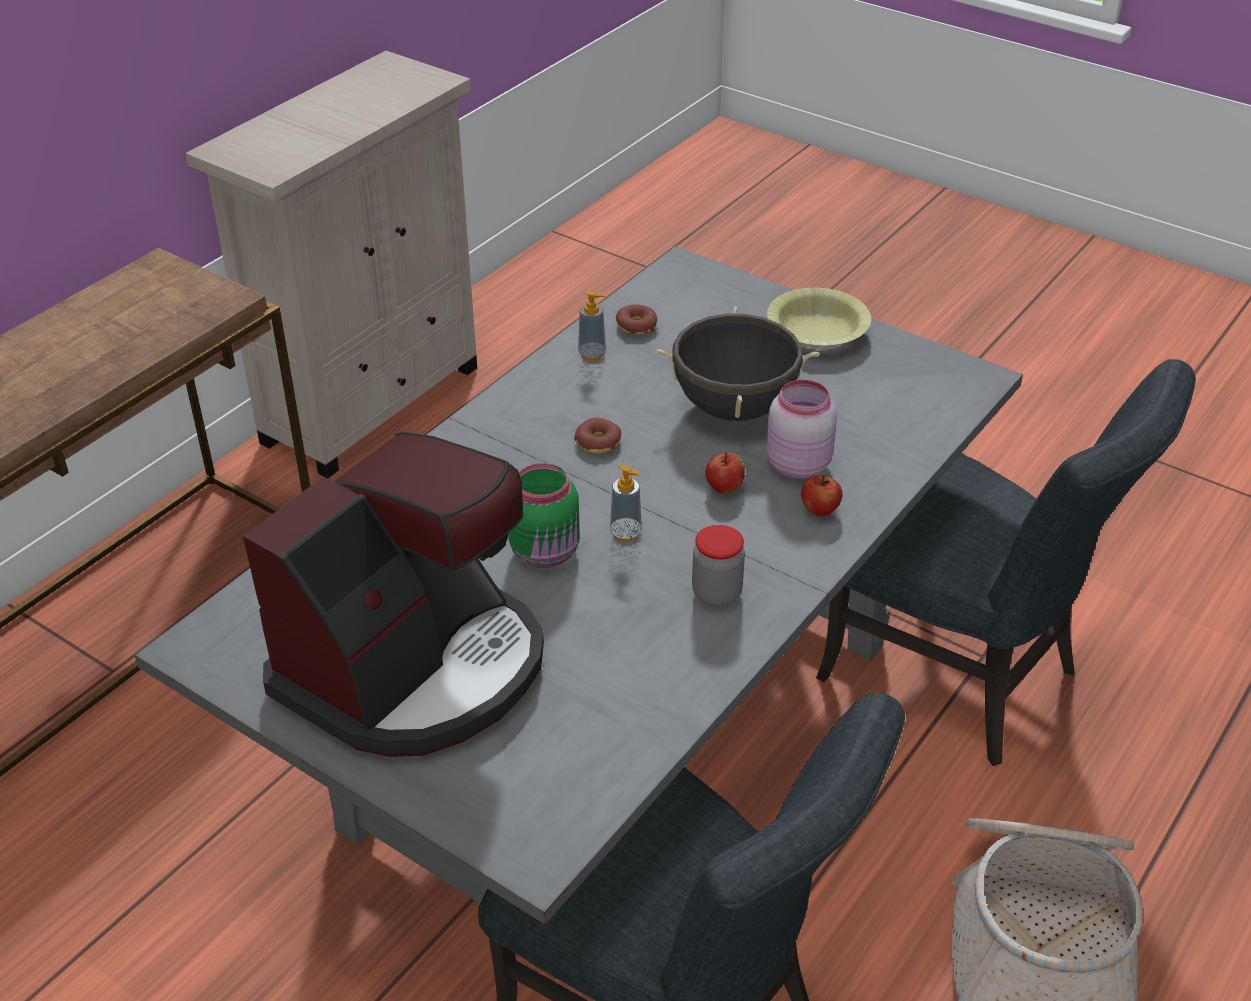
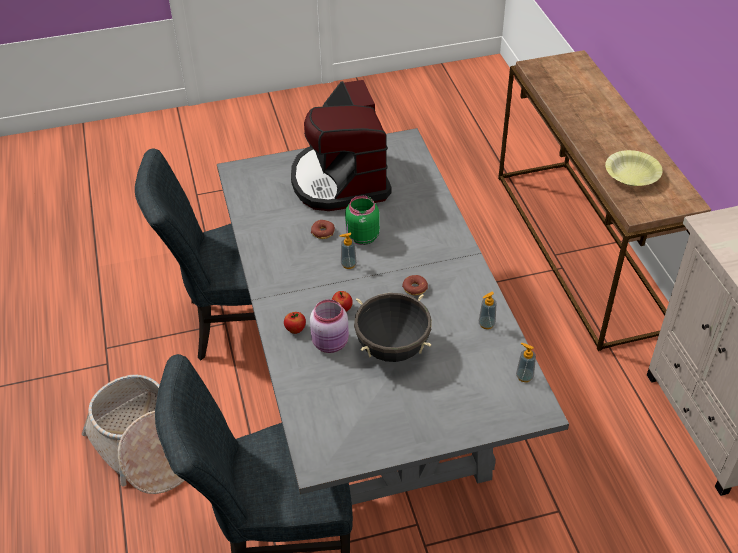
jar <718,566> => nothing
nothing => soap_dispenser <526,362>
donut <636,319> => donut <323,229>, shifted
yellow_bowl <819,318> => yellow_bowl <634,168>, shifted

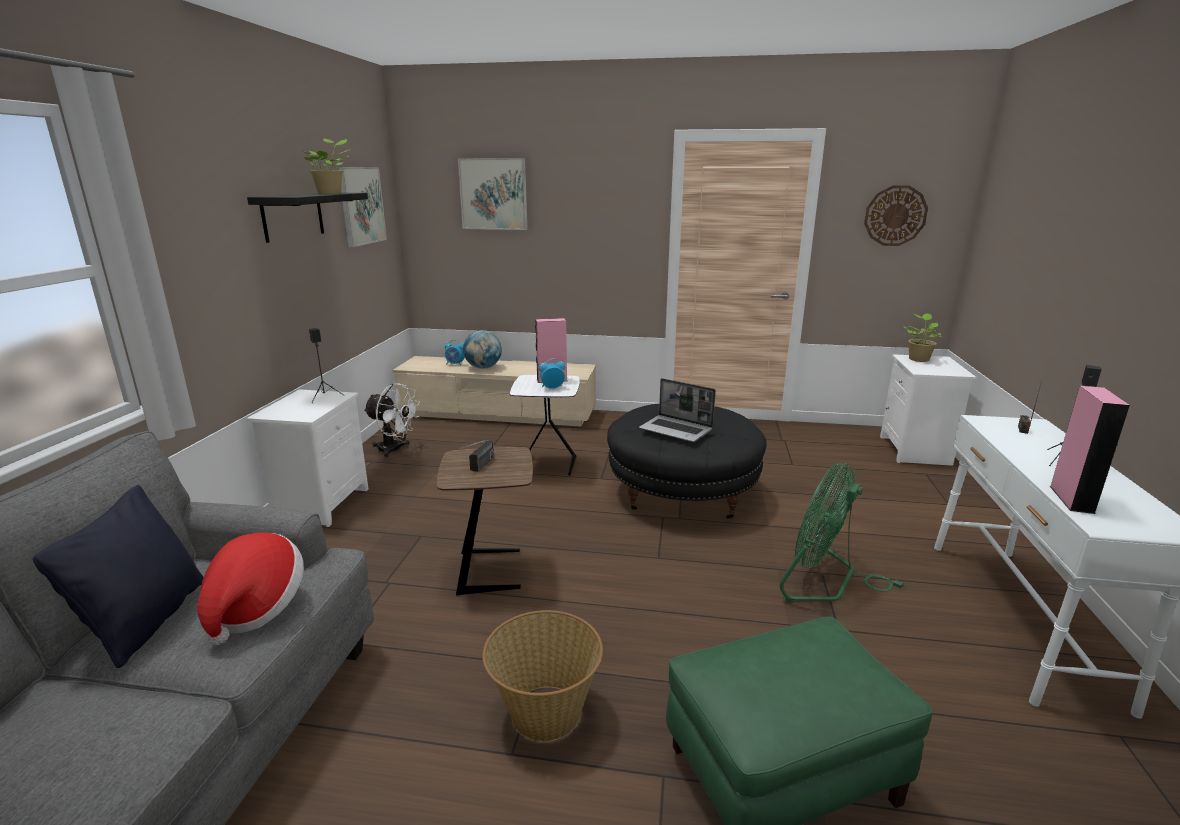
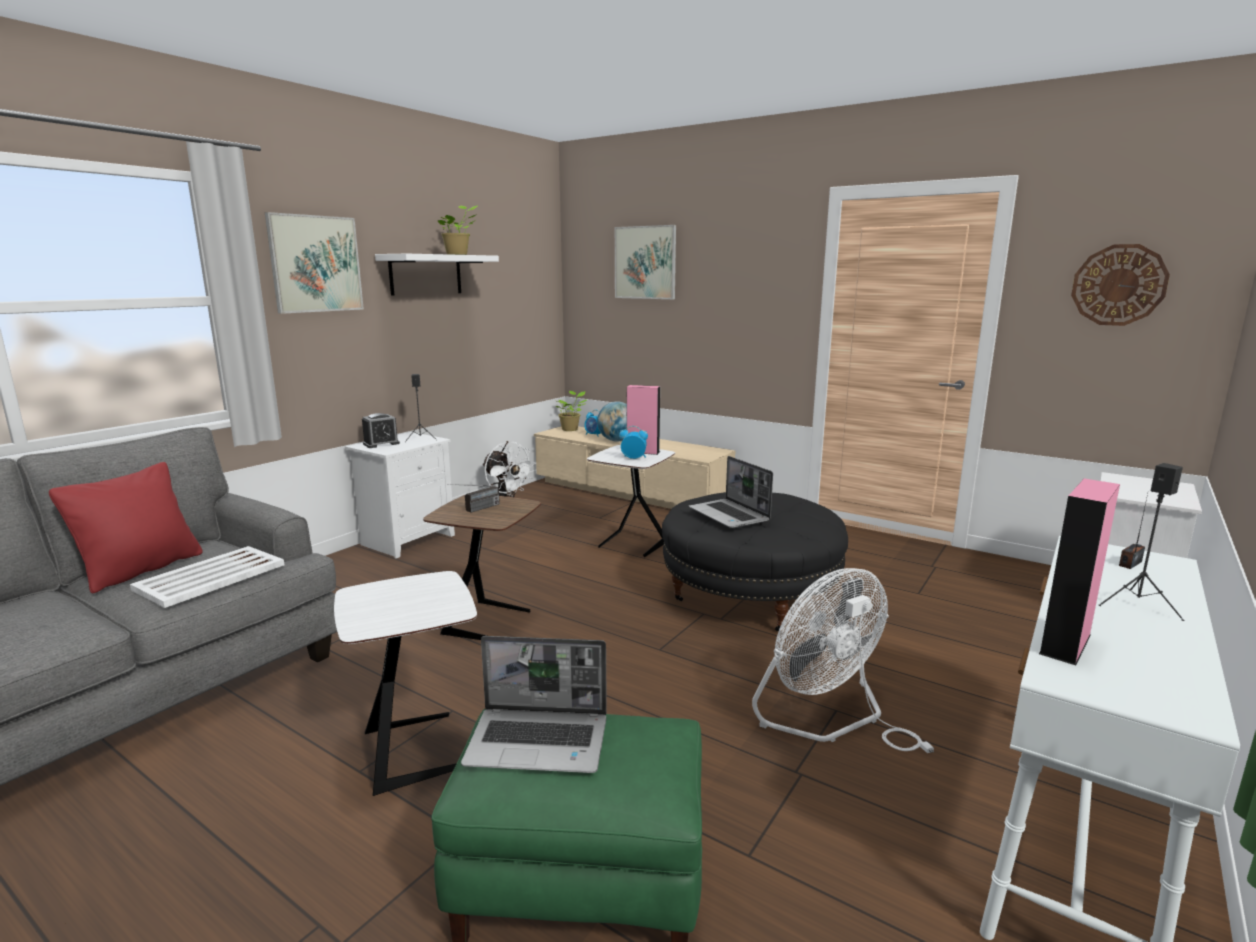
nothing => alarm_clock <381,430>
nothing => laptop <534,704>
picture <362,207> => picture <314,263>, shifted
potted_plant <922,337> => potted_plant <571,411>, shifted
hat <250,589> => white_tray <207,577>
basket <542,676> => white_side_table <405,683>
black_pillow <118,576> => red_pillow <126,527>
black_shelf <307,218> => white_shelf <437,274>
green_fan <842,532> => white_fan <843,660>

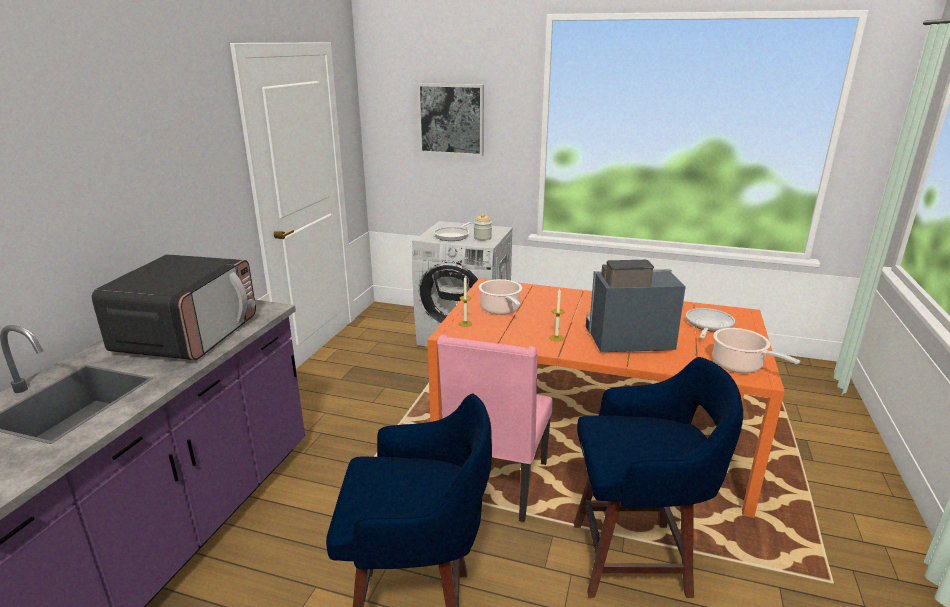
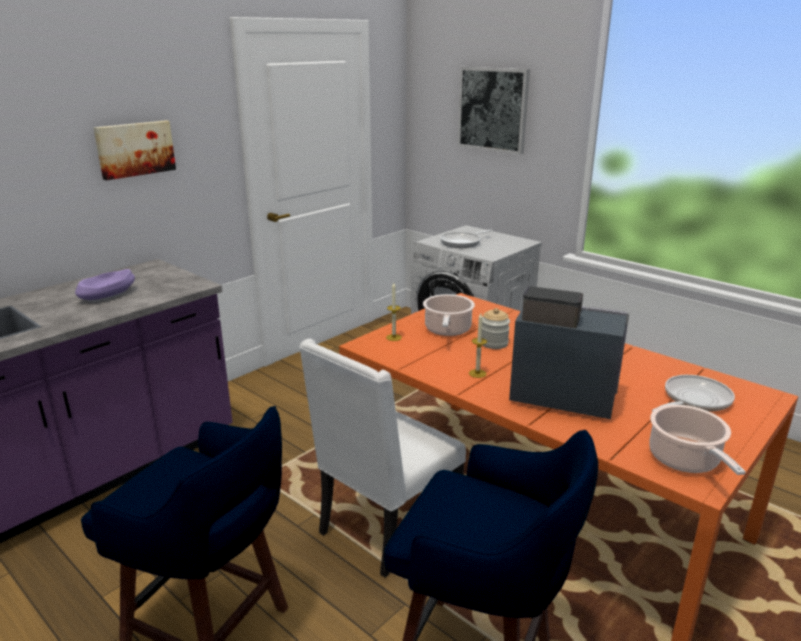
nothing => picture <134,150>
jar <483,227> => jar <496,328>, shifted
microwave <174,307> => purple_bowl <105,285>
pink_chair <495,428> => white_chair <382,458>

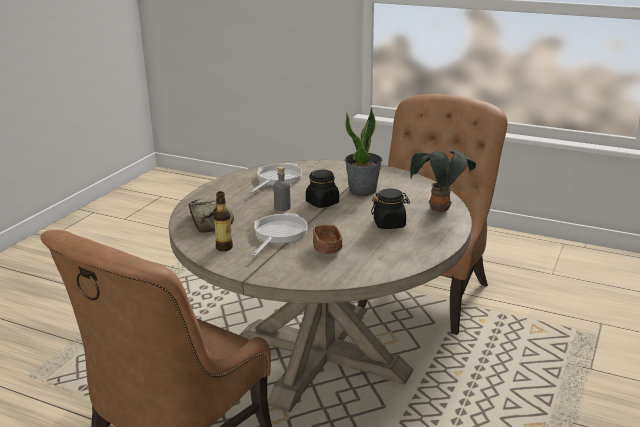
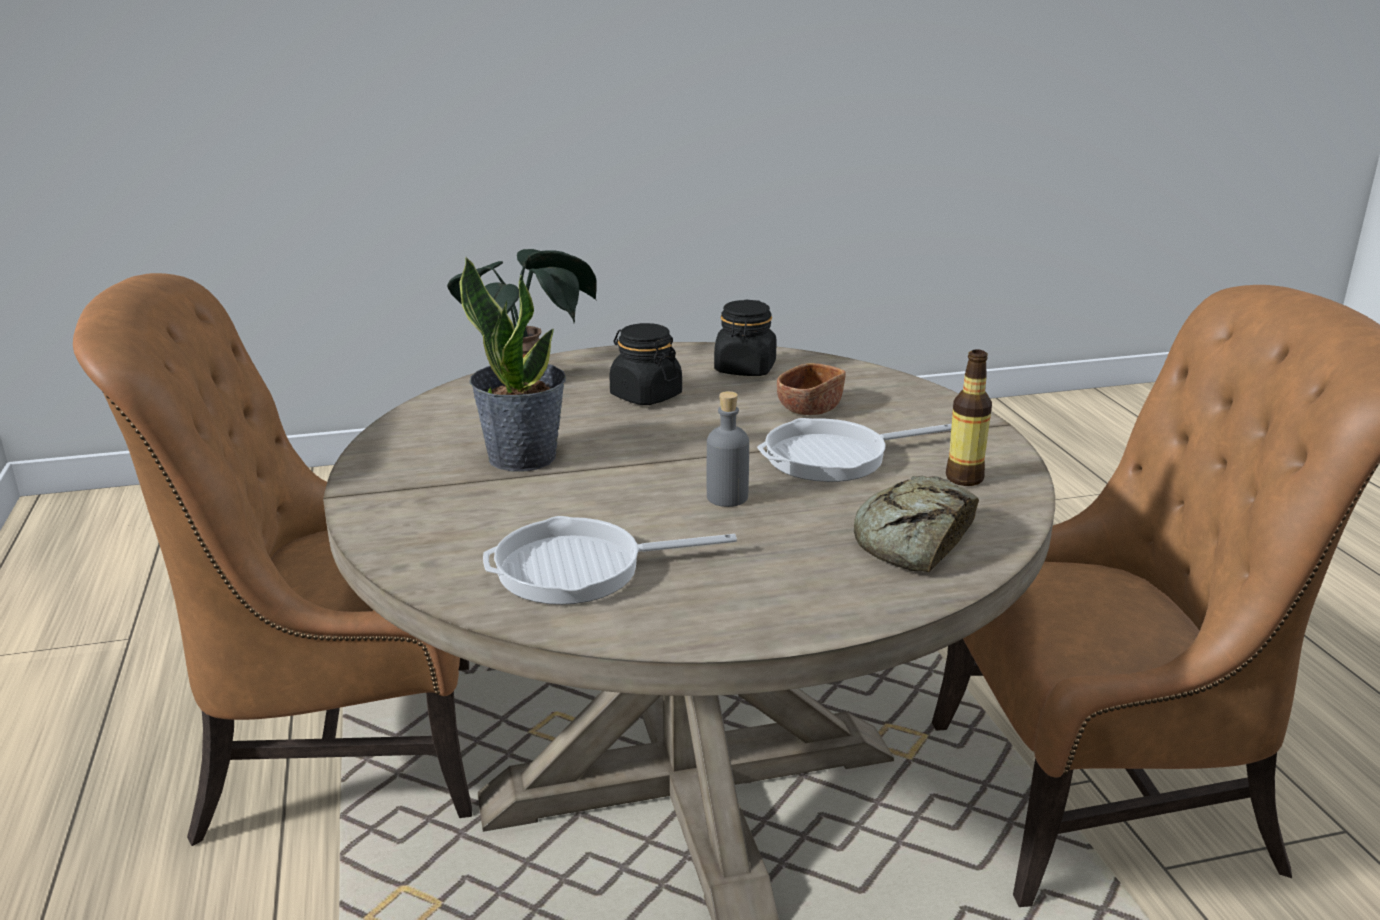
black_jar <322,189> => black_jar <745,338>, shifted

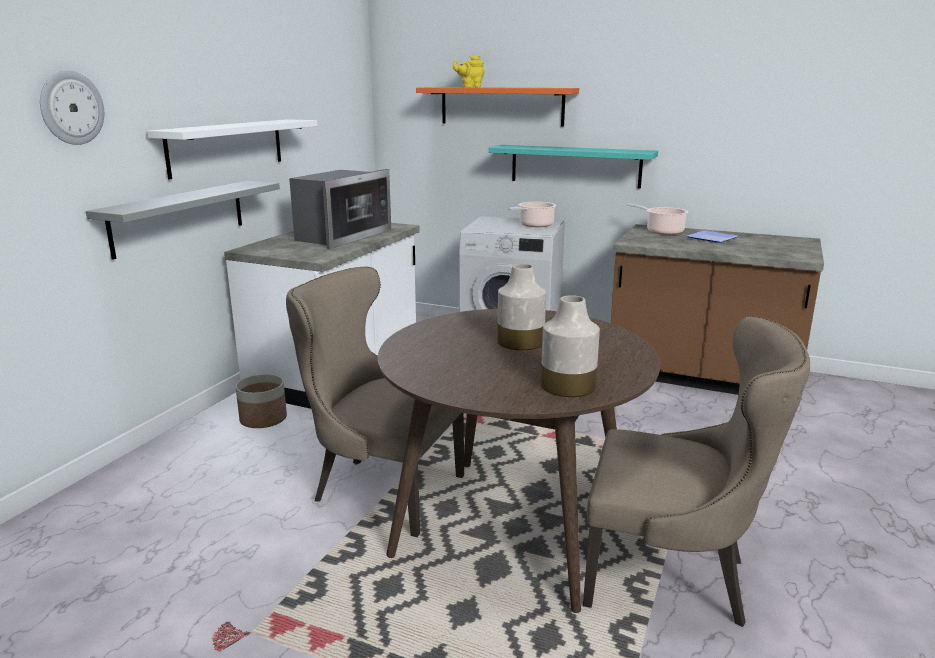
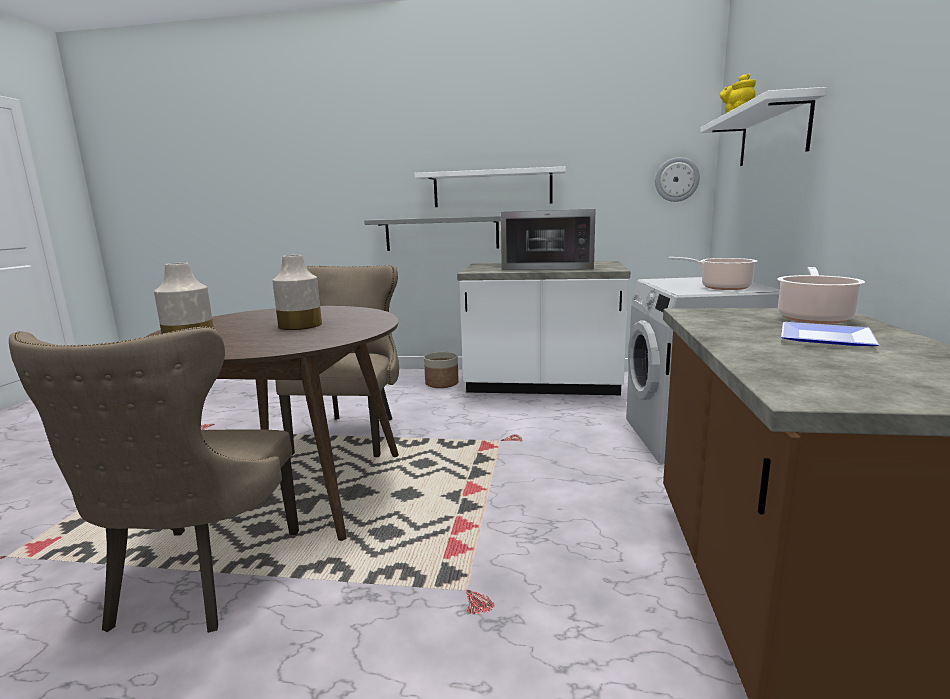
turquoise_shelf <573,166> => nothing
wall_clock <72,107> => wall_clock <677,179>, shifted
orange_shelf <497,107> => white_shelf <763,126>

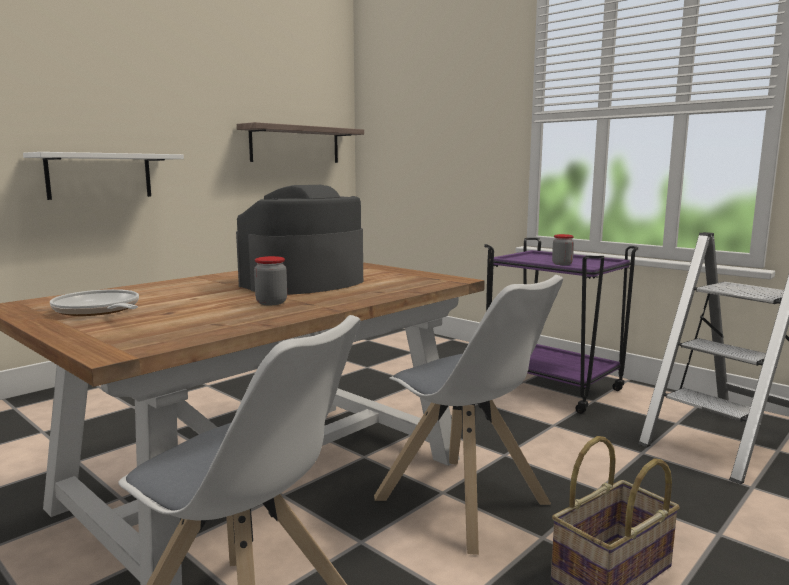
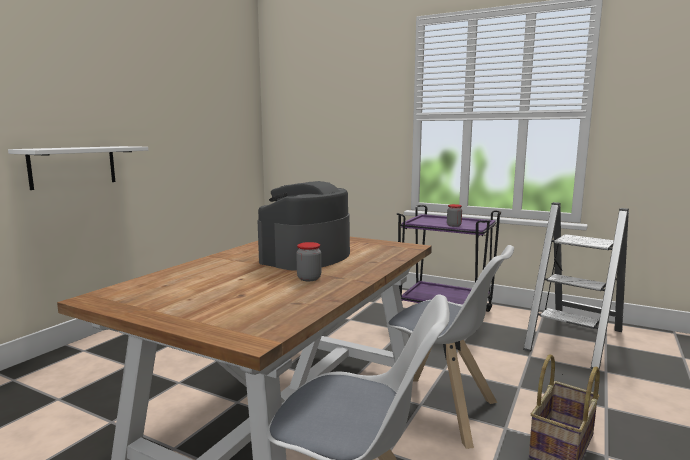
frying_pan <94,302> => nothing
shelf <300,142> => nothing

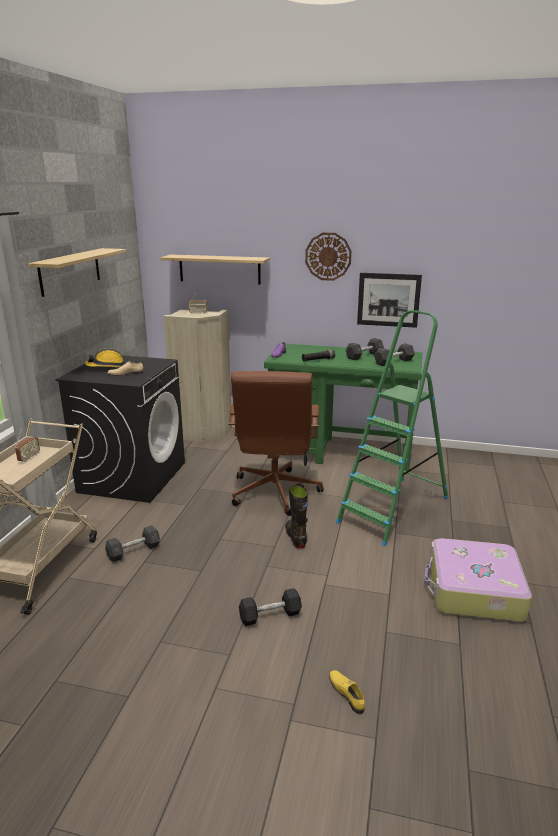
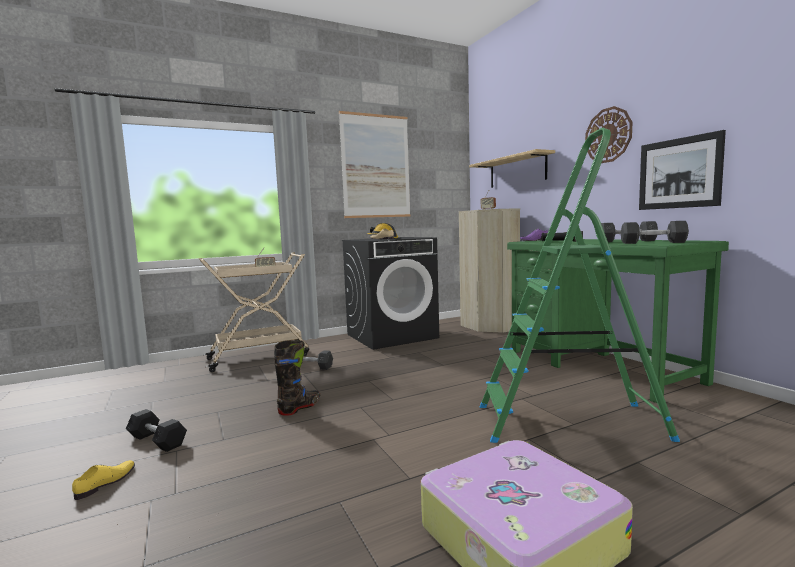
brown_office_chair <276,443> => nothing
black_dumbbell <270,607> => black_dumbbell <156,430>, shifted
black_boot <296,516> => black_boot <297,378>, shifted
yellow_shoe <347,692> => yellow_shoe <103,480>, shifted
shelf <77,272> => picture <375,164>

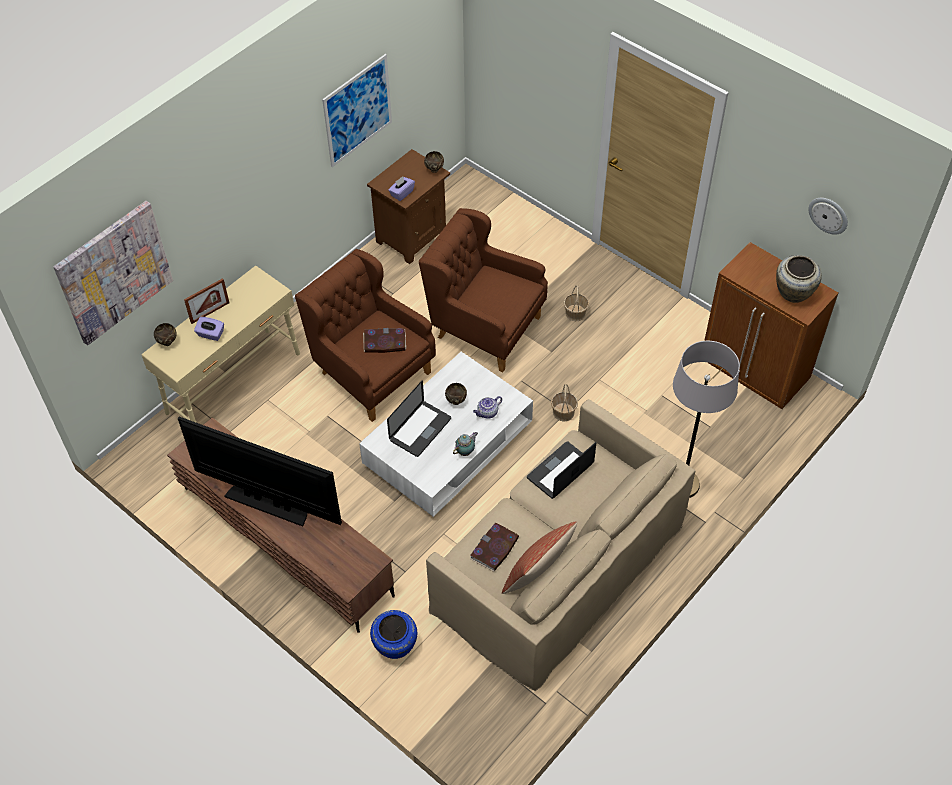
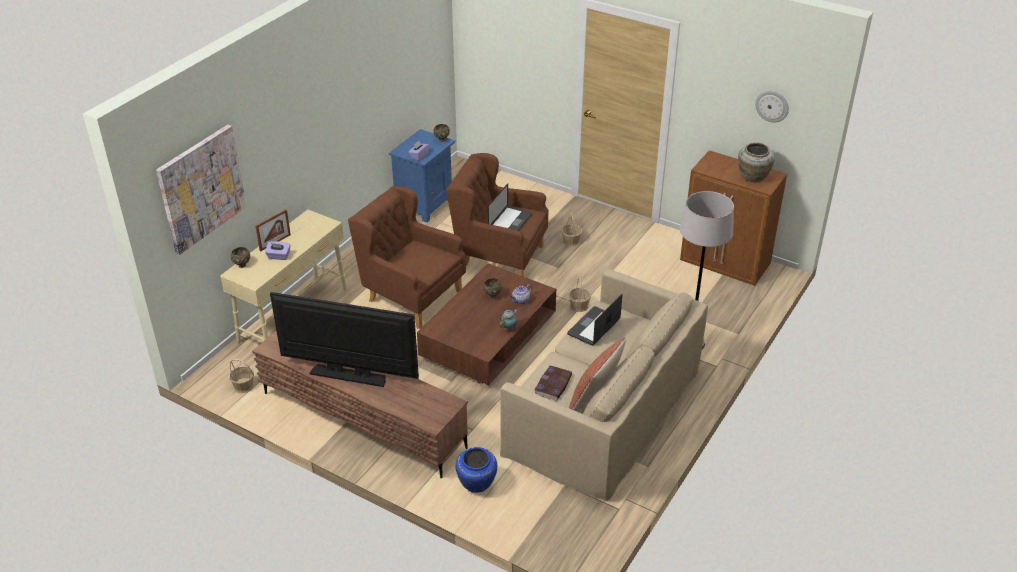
picture <357,110> => nothing
book <384,340> => nothing
nothing => basket <241,376>
laptop <419,419> => laptop <510,207>, shifted
white_coffee_table <446,434> => brown_coffee_table <486,324>
brown_nightstand <408,206> => blue_nightstand <422,176>

